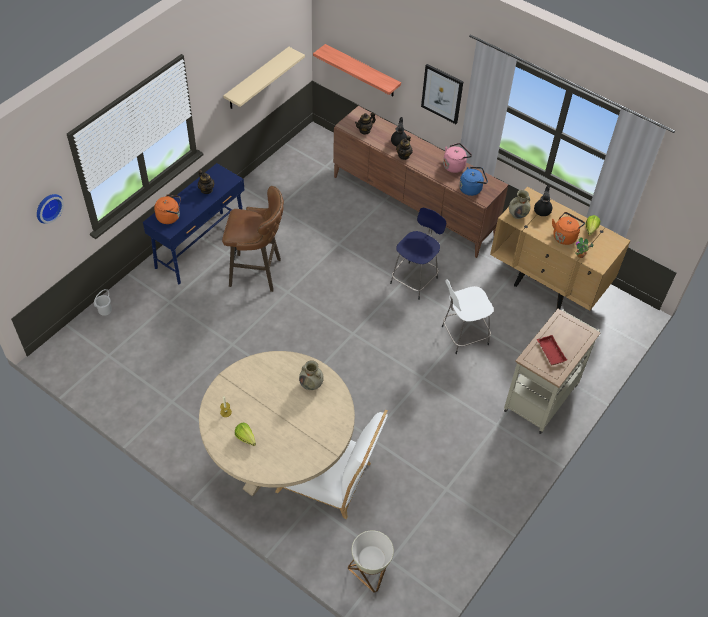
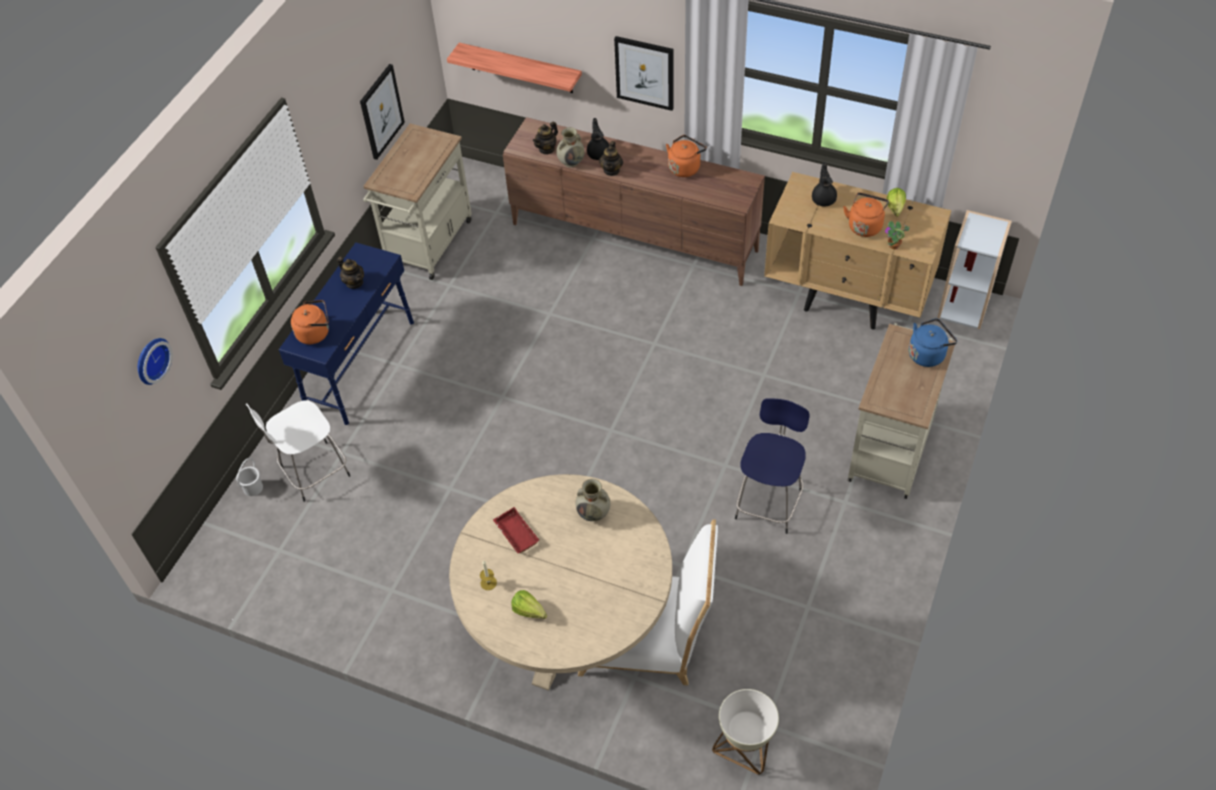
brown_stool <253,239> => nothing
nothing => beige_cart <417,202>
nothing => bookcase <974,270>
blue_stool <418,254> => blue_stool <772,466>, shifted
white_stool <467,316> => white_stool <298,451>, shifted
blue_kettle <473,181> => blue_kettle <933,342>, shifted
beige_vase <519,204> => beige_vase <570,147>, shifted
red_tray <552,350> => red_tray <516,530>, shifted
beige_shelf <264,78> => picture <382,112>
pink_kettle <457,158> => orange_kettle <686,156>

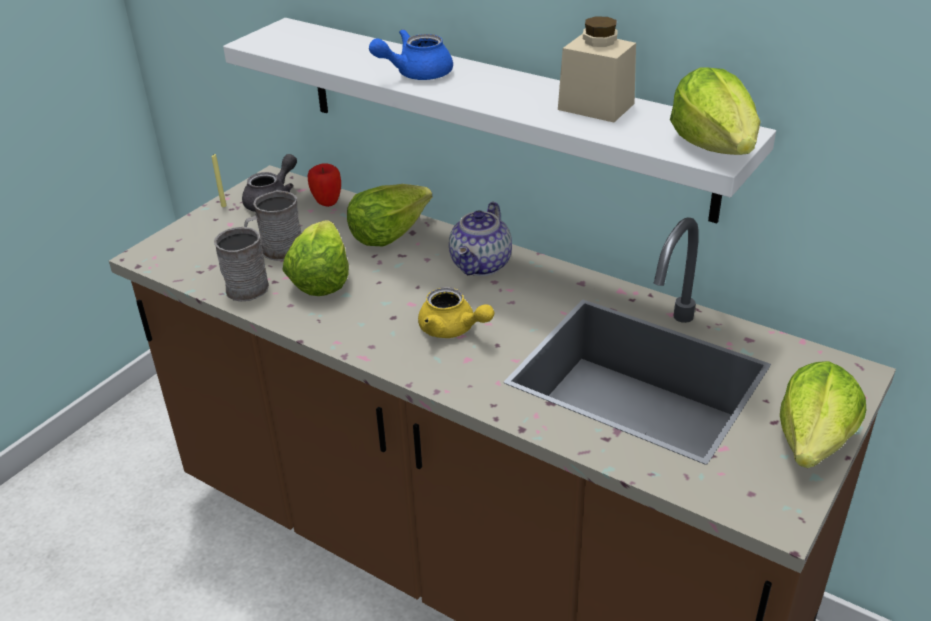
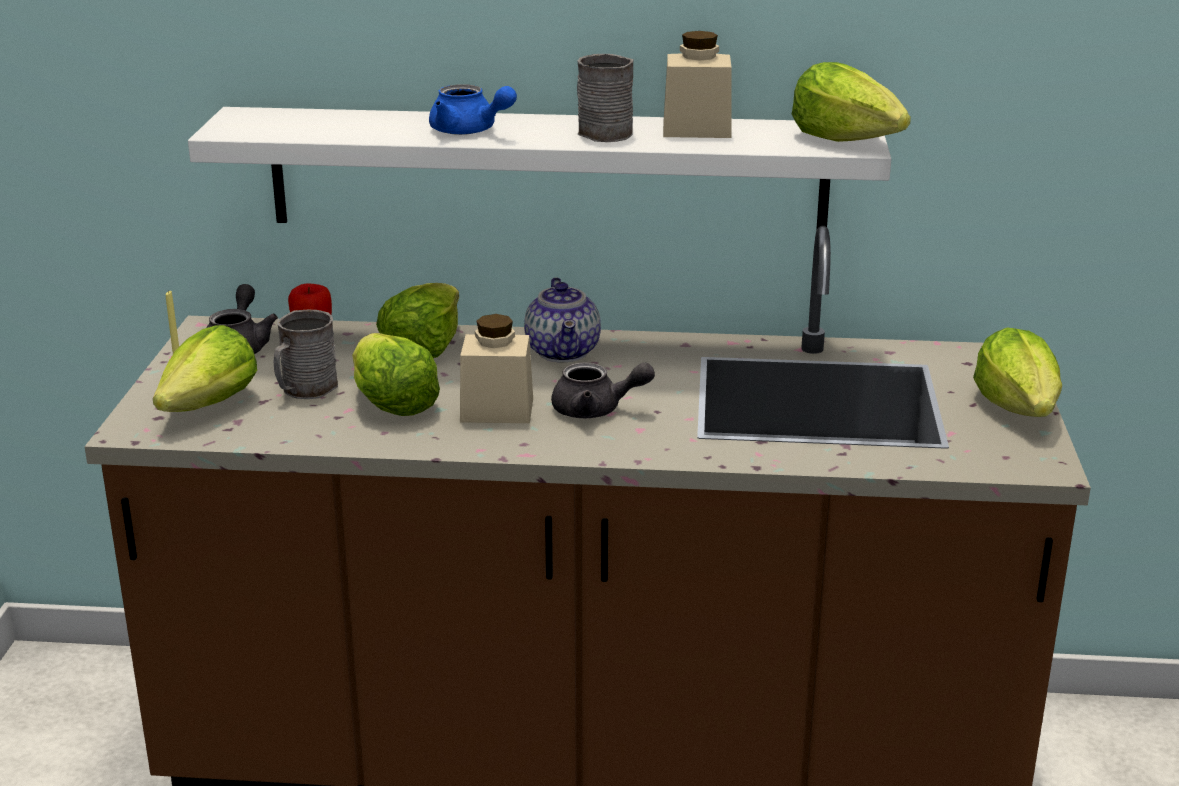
nothing => lettuce <205,368>
nothing => beige_jar <496,368>
grey_mug <241,264> => grey_mug <605,98>, shifted
yellow_teapot <456,312> => grey_teapot <603,390>
blue_teapot <411,54> => blue_teapot <473,109>, 90 degrees counterclockwise

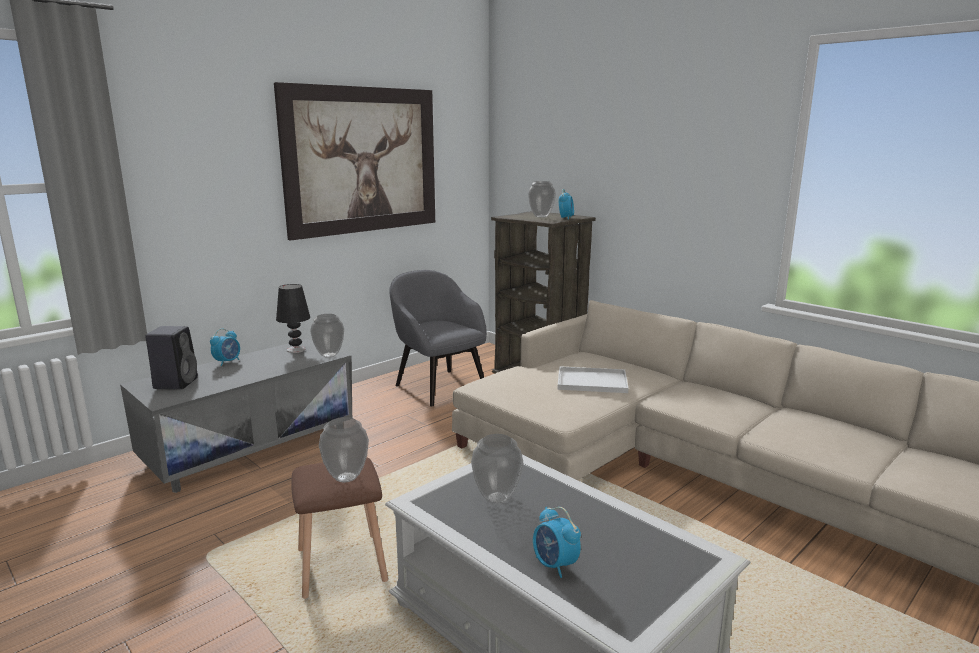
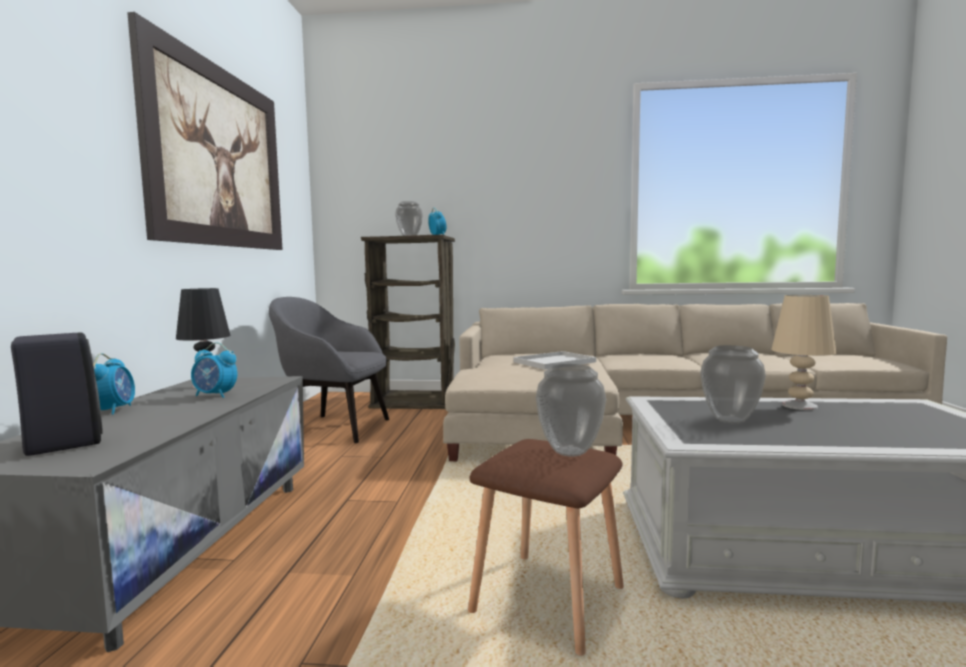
vase <327,335> => nothing
nothing => beige_table_lamp <804,352>
alarm_clock <557,542> => alarm_clock <214,370>, shifted

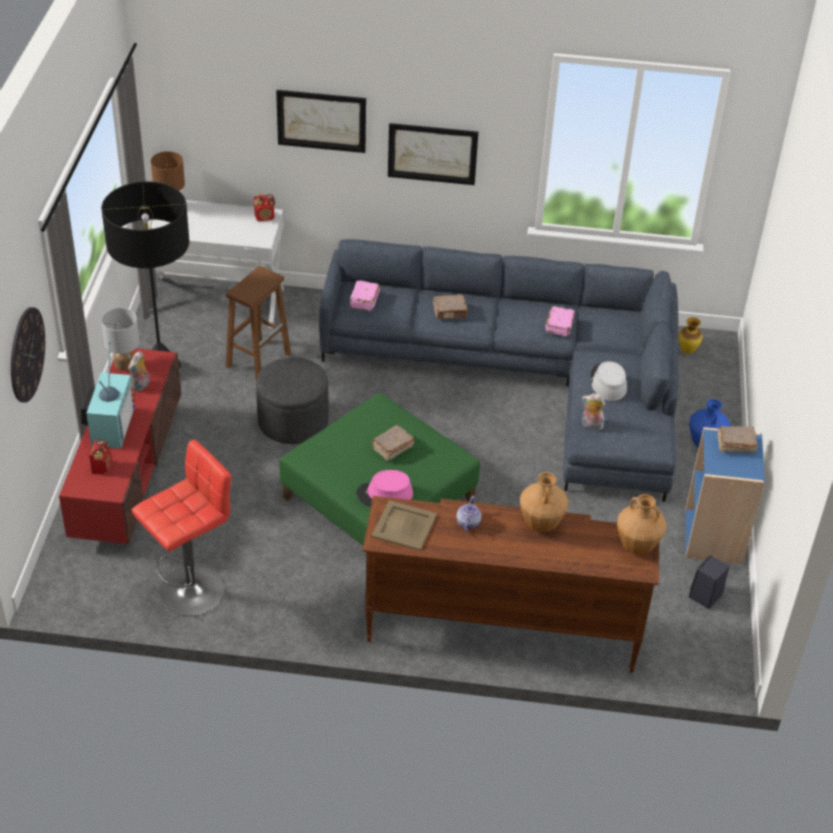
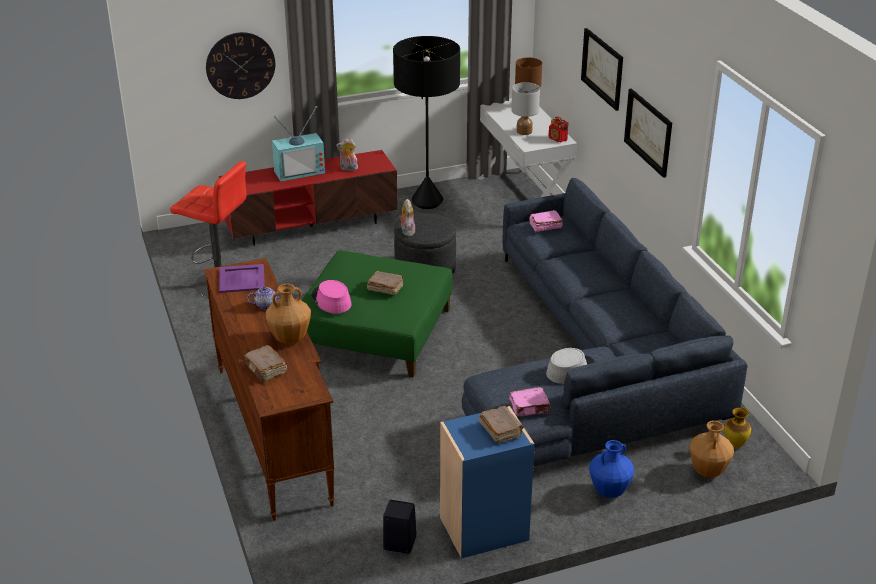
radio <100,457> => nothing
brown_stool <258,322> => nothing
grey_table_lamp <120,339> => grey_table_lamp <526,108>, shifted
brown_book <450,306> => brown_book <265,363>, shifted
pink_book <560,321> => pink_book <530,401>, shifted
plush_toy <593,411> => plush_toy <407,217>, shifted
brown_vase <642,524> => brown_vase <711,449>, shifted
beige_tray <404,525> => purple_tray <242,278>

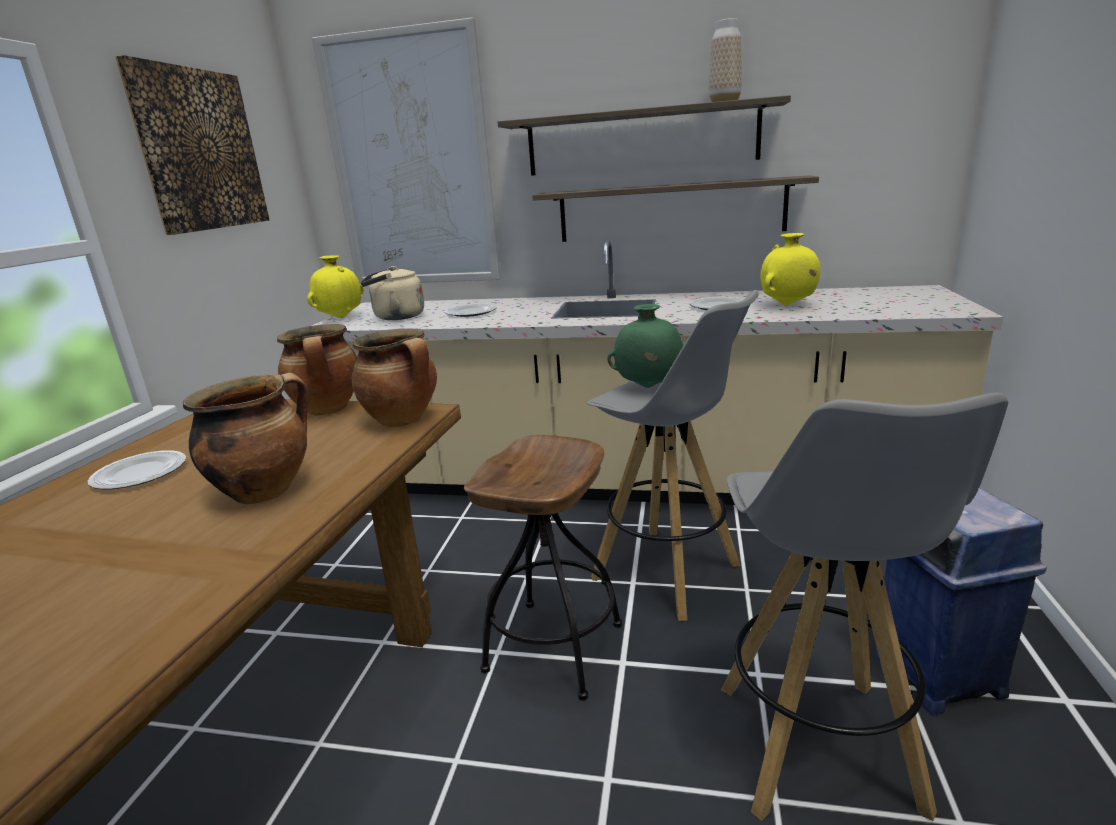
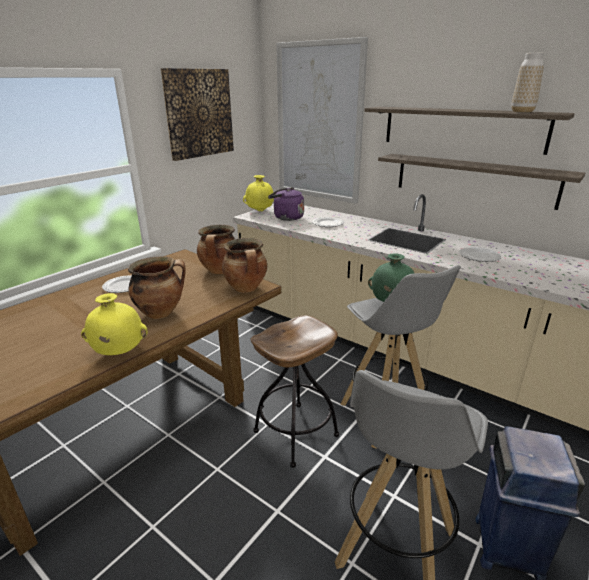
yellow_vase <790,269> => yellow_vase <114,324>, shifted
beige_kettle <392,293> => purple_kettle <286,204>

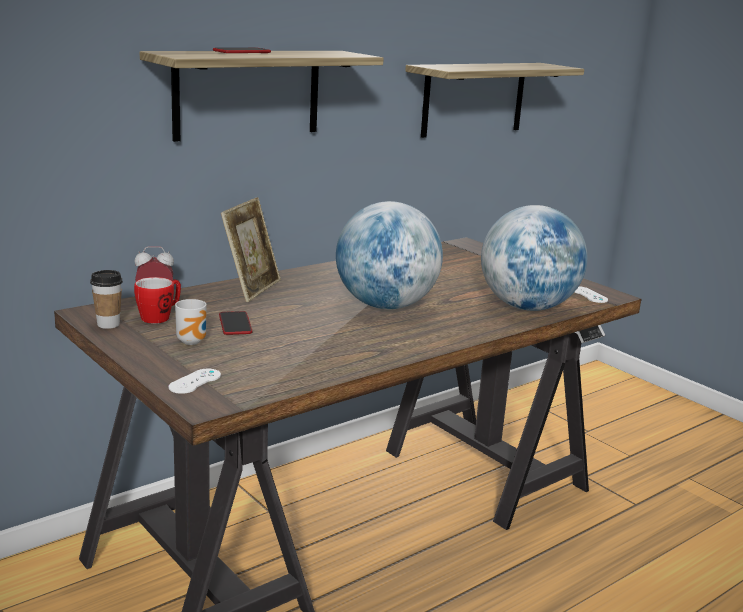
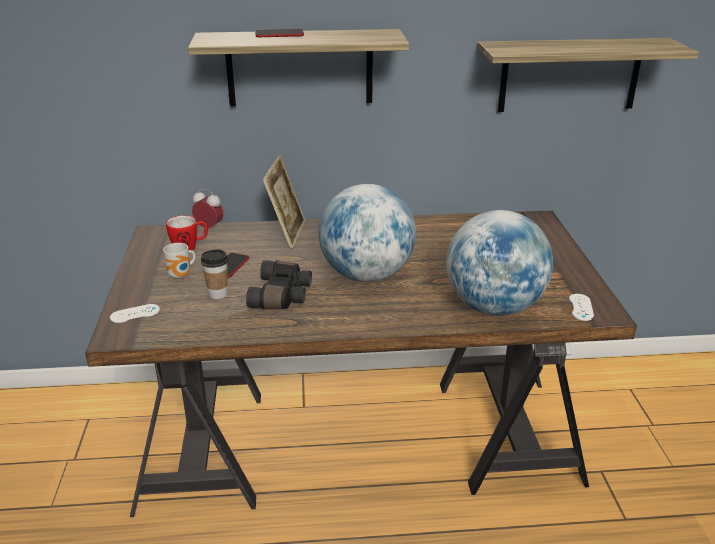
nothing => black_binoculars <279,284>
cup <106,299> => cup <214,274>, shifted
picture_frame <251,249> => picture_frame <284,202>, 45 degrees counterclockwise

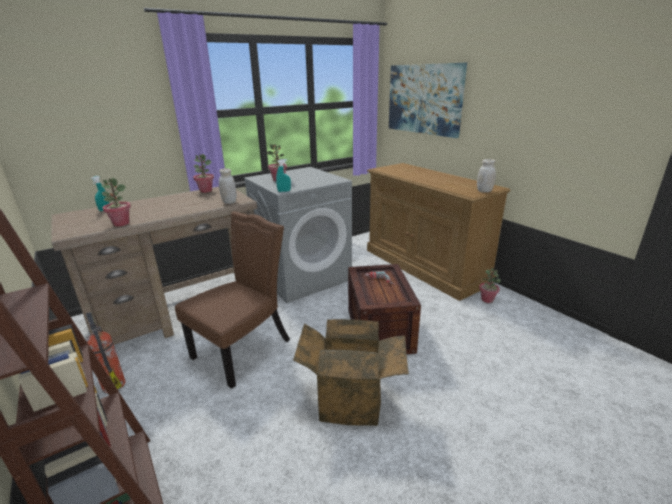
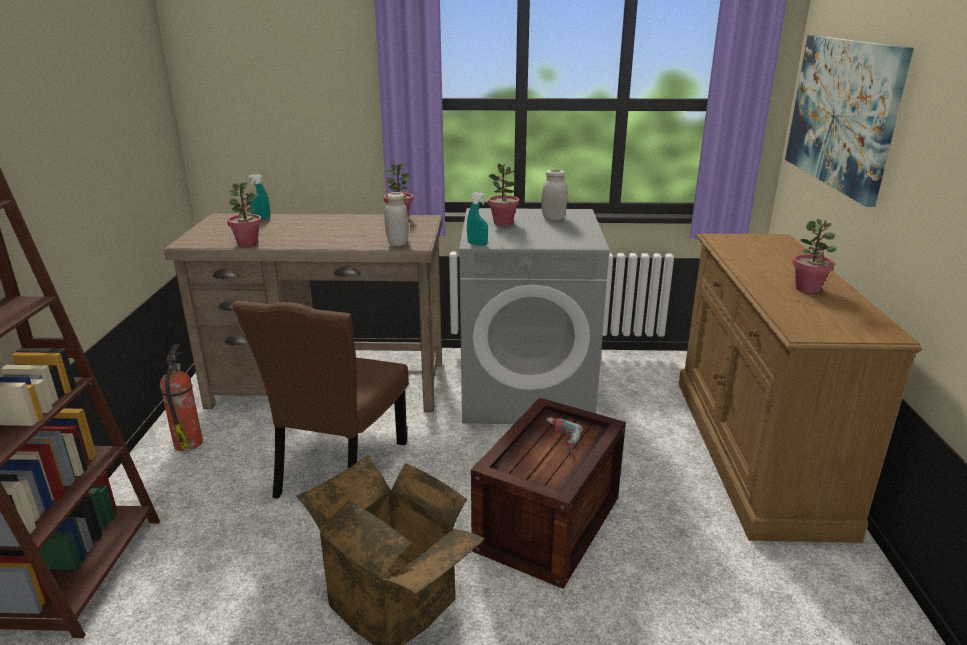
white_jar <486,175> => white_jar <554,195>, shifted
potted_plant <490,285> => potted_plant <814,256>, shifted
brown_chair <232,300> => brown_chair <321,400>, 120 degrees clockwise

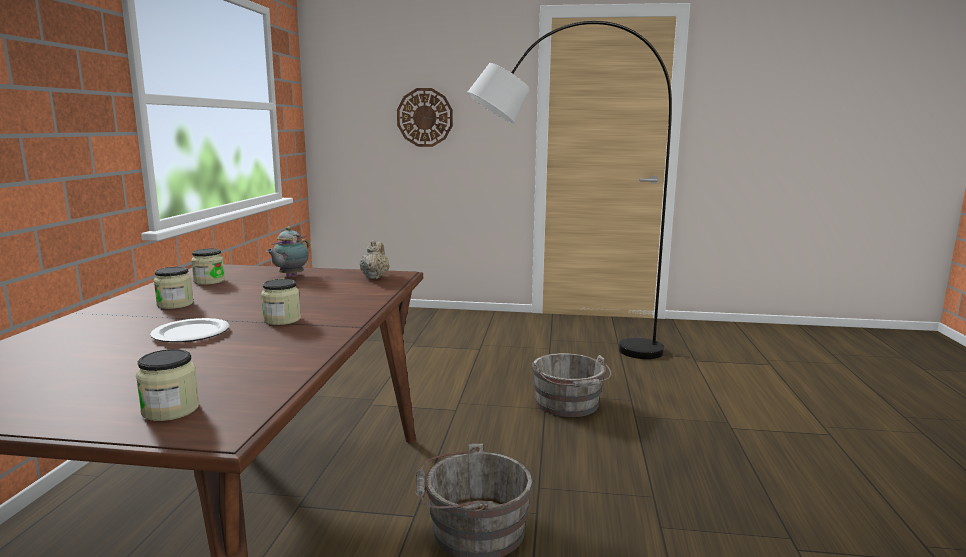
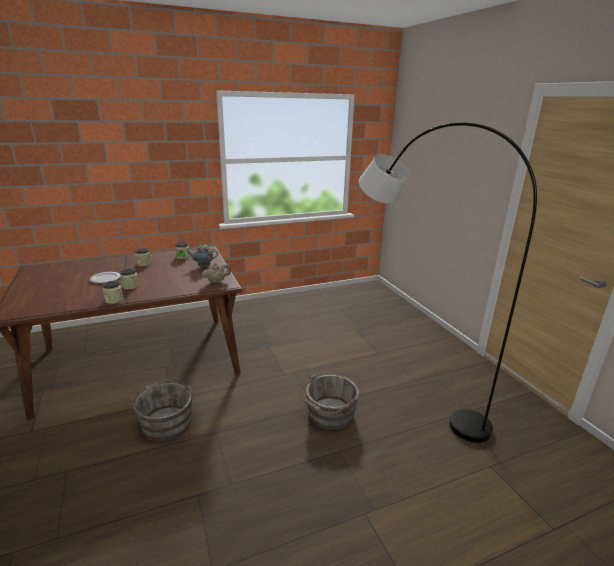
wall_clock <425,117> => nothing
jar <168,385> => jar <113,292>, shifted

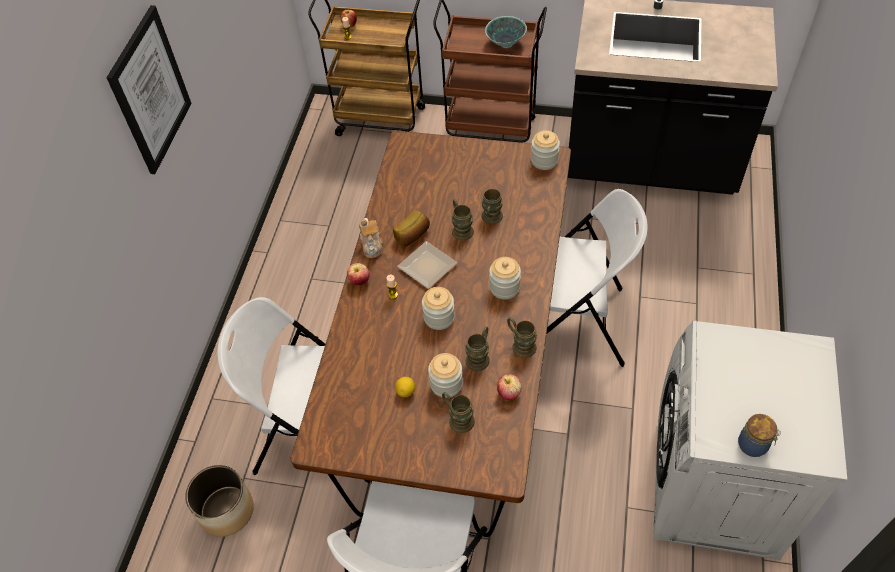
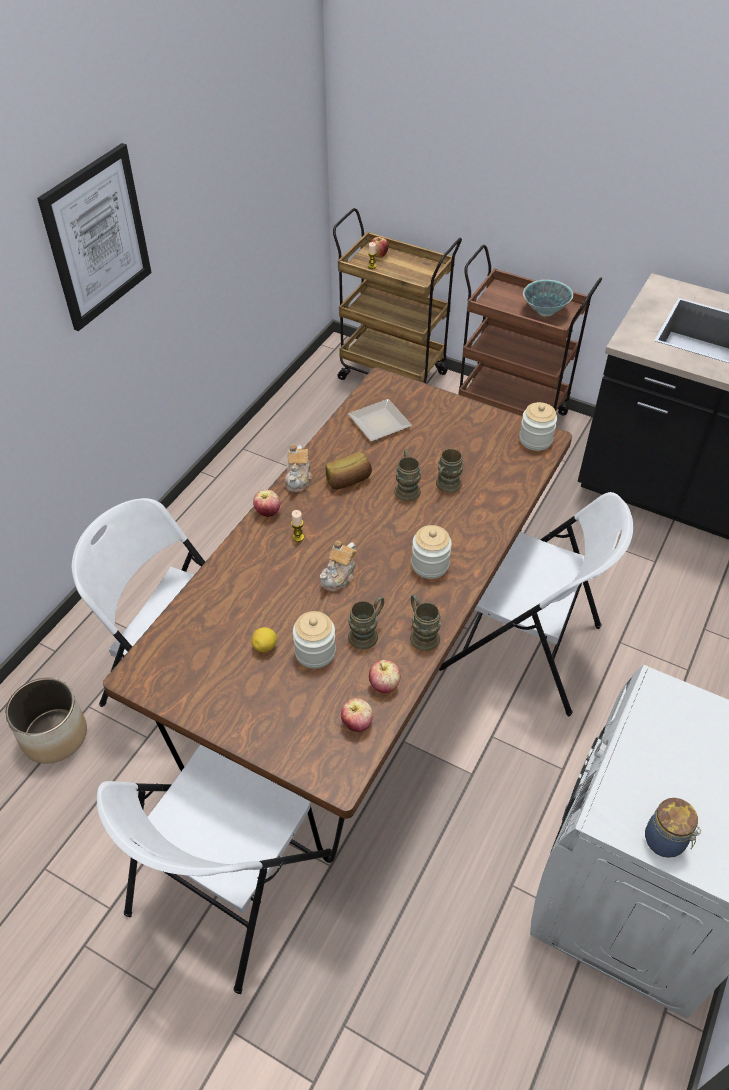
brown_mug <458,412> => nothing
nothing => apple <357,715>
plate <427,265> => plate <380,420>, shifted
jar <438,308> => teapot <338,566>

